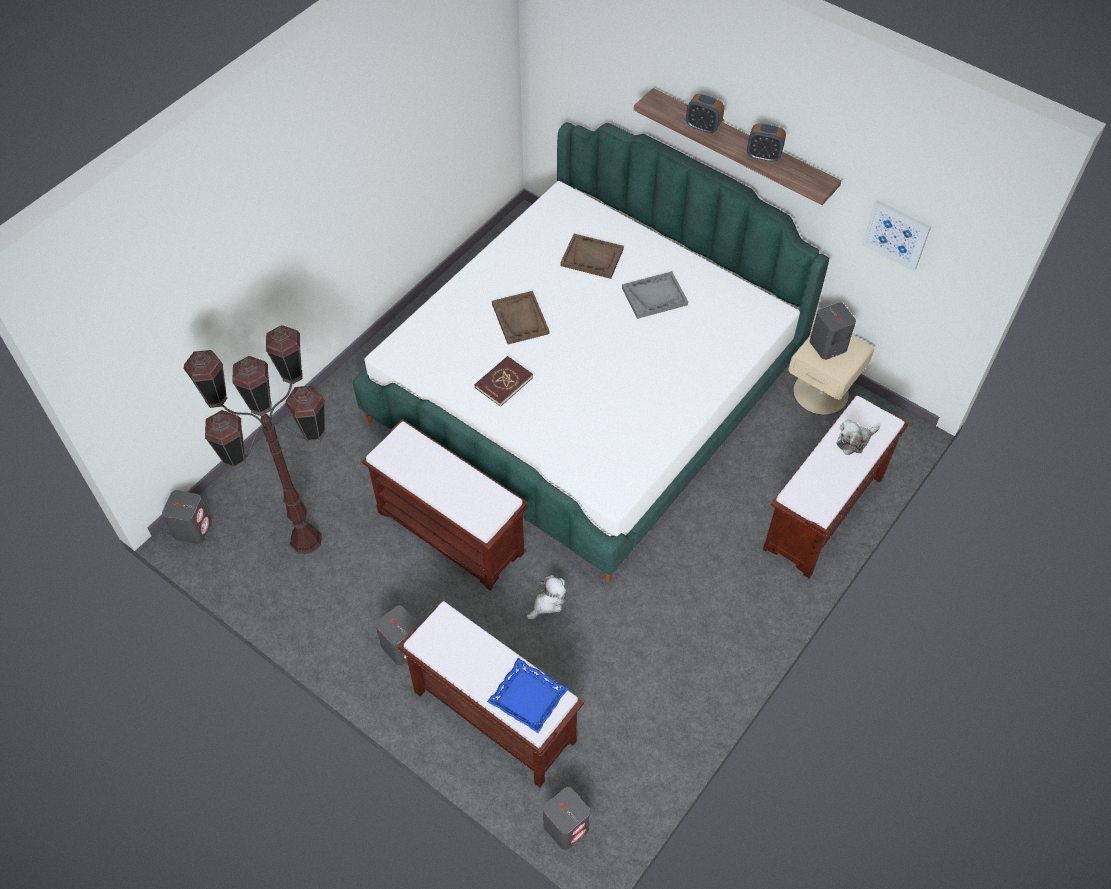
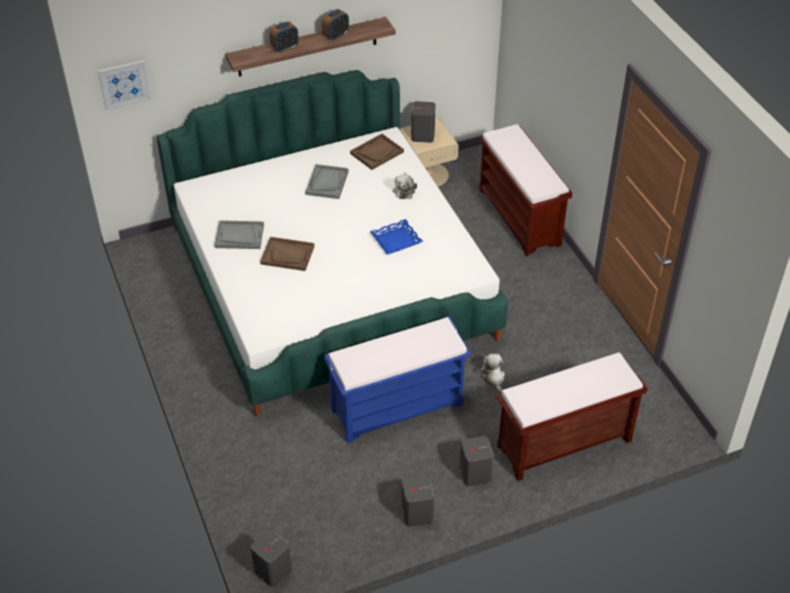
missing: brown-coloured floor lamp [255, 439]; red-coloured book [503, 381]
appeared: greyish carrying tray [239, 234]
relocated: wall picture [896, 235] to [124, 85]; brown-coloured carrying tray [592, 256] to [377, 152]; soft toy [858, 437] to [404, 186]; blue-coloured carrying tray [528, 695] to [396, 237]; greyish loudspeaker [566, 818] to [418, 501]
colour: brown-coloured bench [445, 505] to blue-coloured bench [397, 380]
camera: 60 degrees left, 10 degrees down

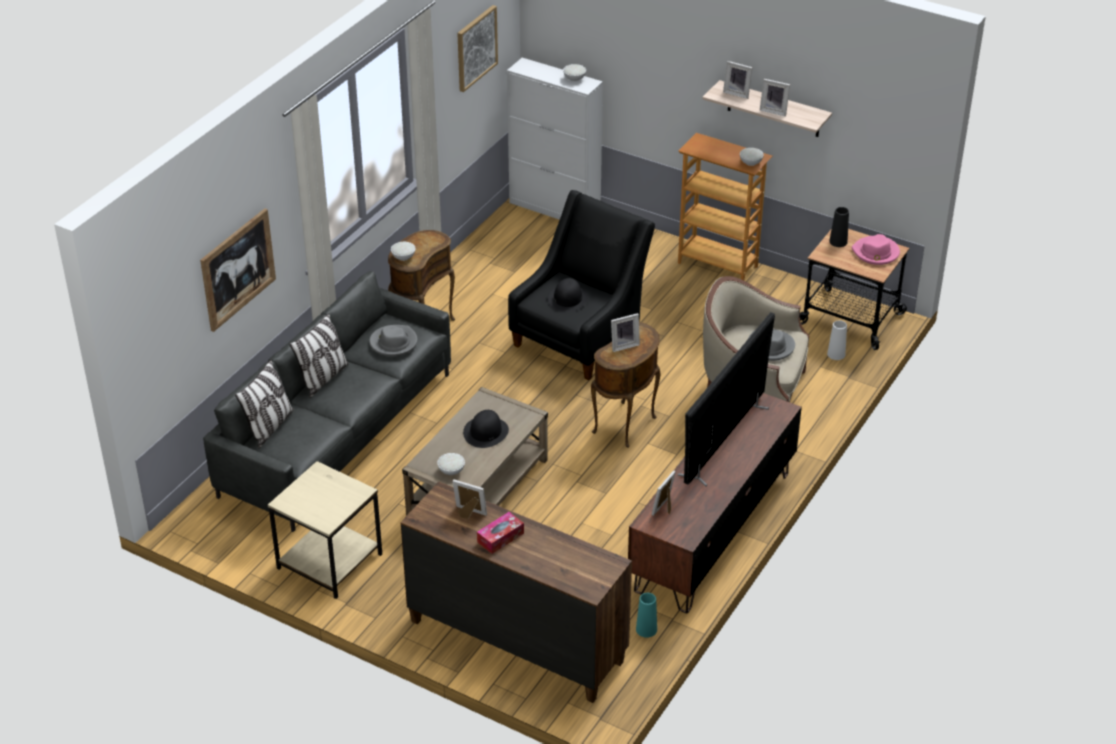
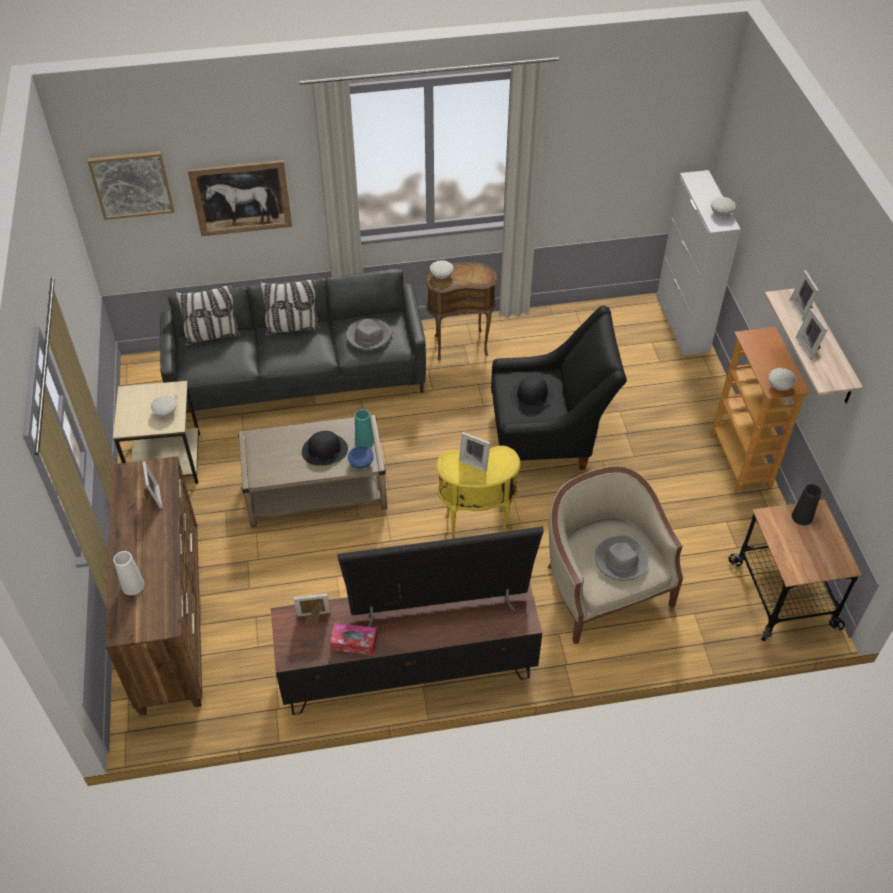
missing: pink-coloured clothing hat [876, 249]
appeared: blue-coloured serving bowl [361, 457]
relocated: wall picture [477, 48] to [130, 185]; white flower vase [837, 340] to [129, 573]; white serving bowl [451, 464] to [163, 406]; tissue holder [500, 533] to [353, 639]; turquoise flower vase [646, 615] to [364, 428]
colour: brown-coloured end table [626, 385] to yellowish end table [478, 492]
camera: 50 degrees right, 10 degrees up

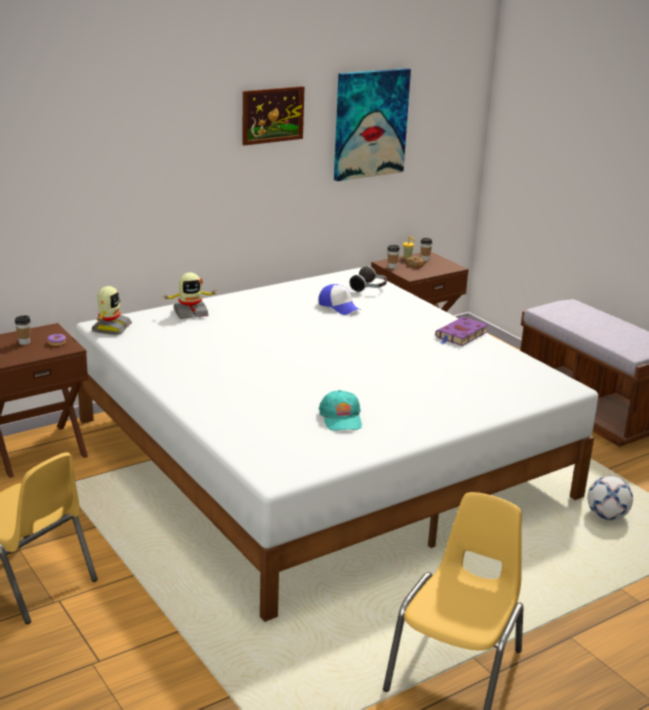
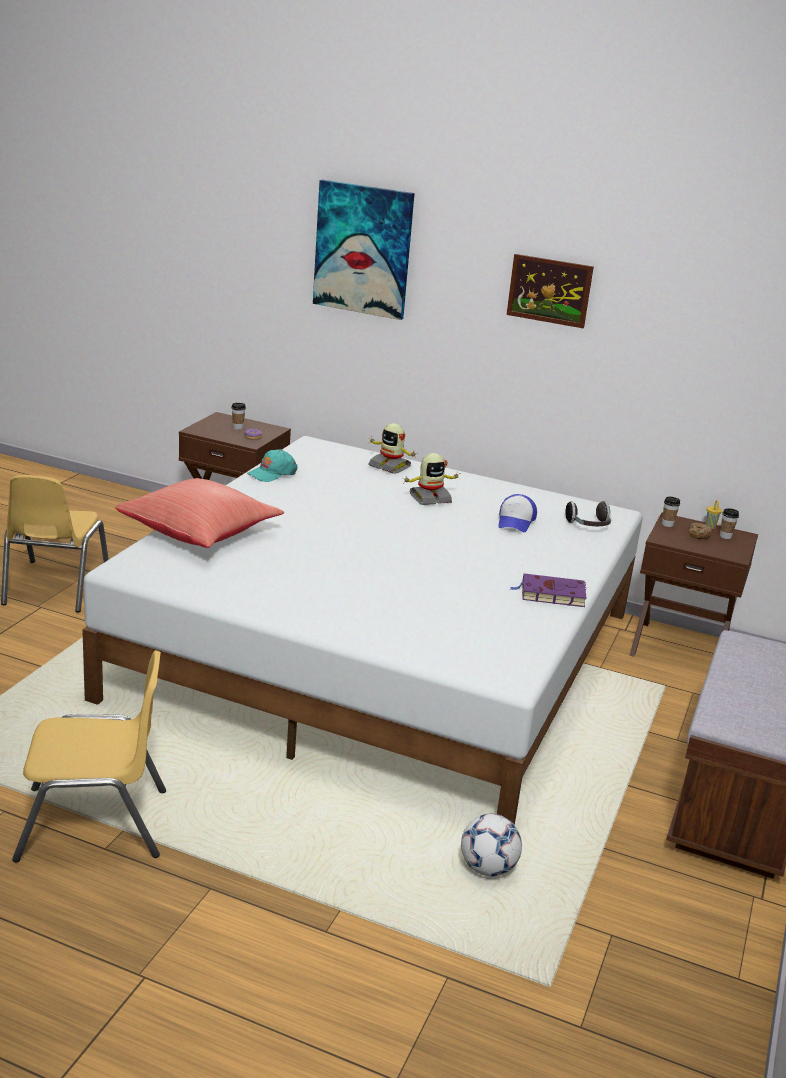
appeared: red-coloured pillow [199, 513]
relocated: wall picture [372, 124] to [364, 250]; model robot [111, 310] to [431, 479]; turquoise cap [340, 410] to [272, 465]
camera: 55 degrees right, 0 degrees up

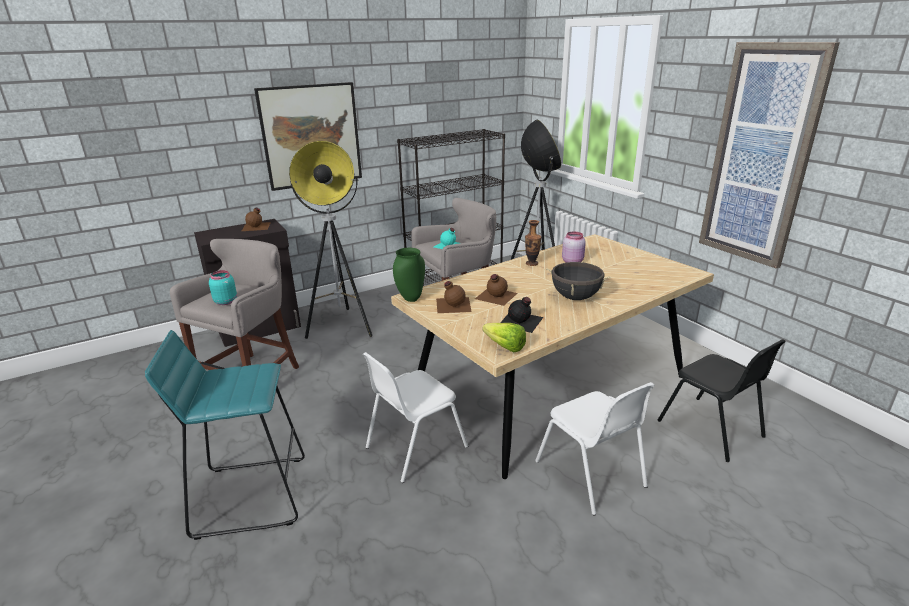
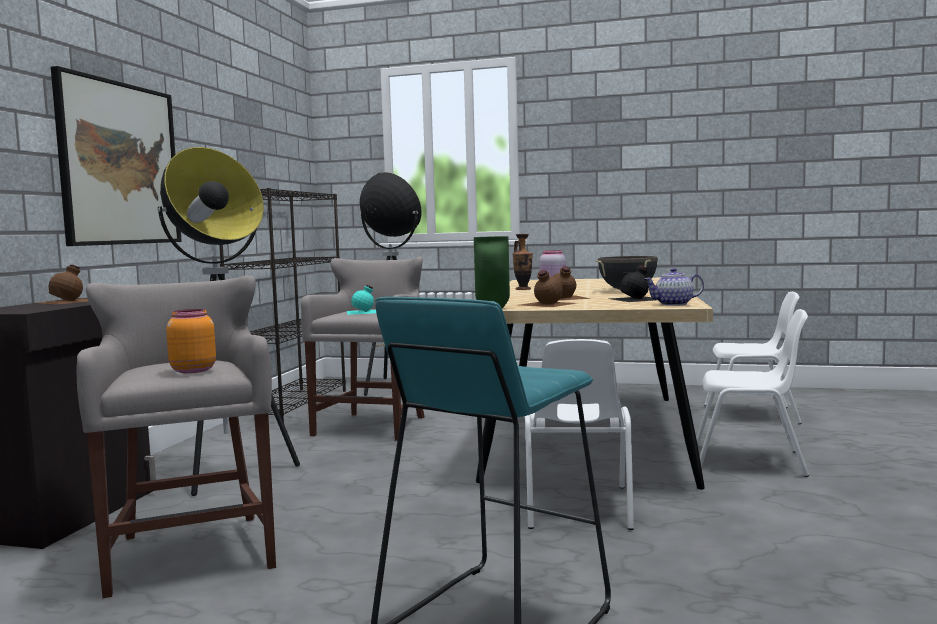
missing: wall picture [769, 155]
exchanged: head of lettuce [504, 337] to tea pot [674, 287]
colour: turquoise preserve jar [223, 287] to orange preserve jar [191, 341]; black upright chair [722, 400] to white upright chair [753, 358]
camera: 45 degrees left, 20 degrees down

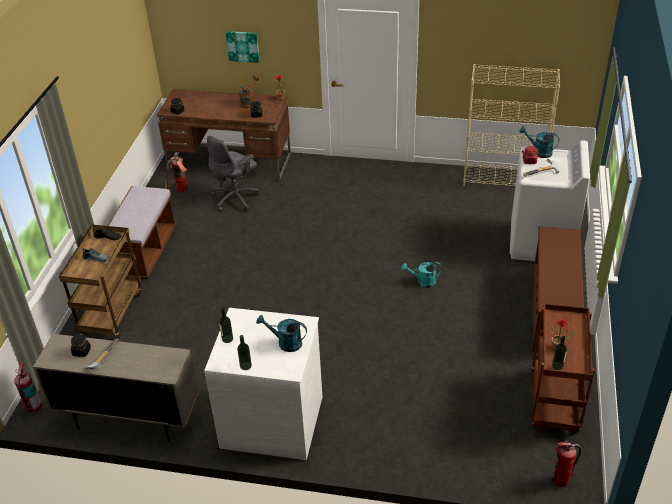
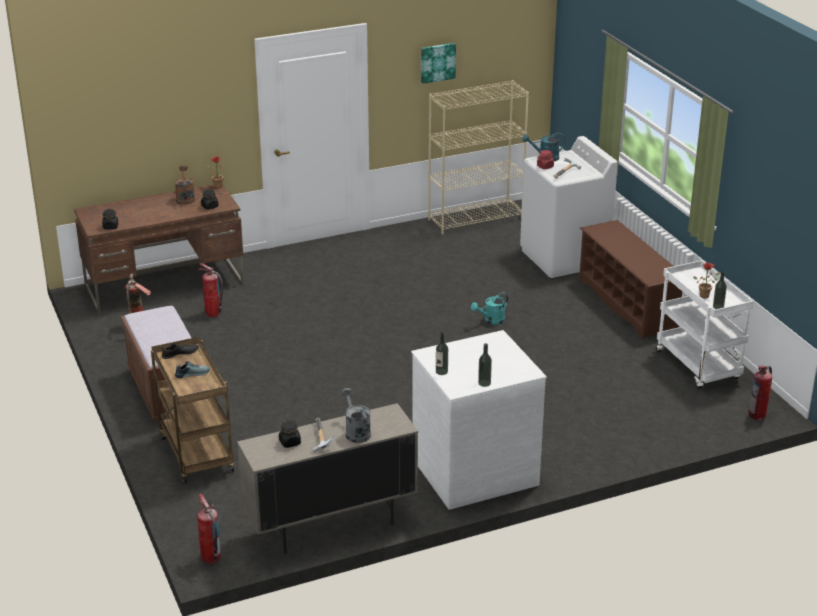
missing: turquoise watering can [281, 333]
appeared: greyish watering can [356, 415]
relocated: wall picture [243, 47] to [438, 63]
exchanged: greyish computer chair [233, 173] to fire-fighting cylinder [210, 290]
colour: brown-coloured cart [563, 367] to white cart [705, 324]
camera: 35 degrees left, 10 degrees down

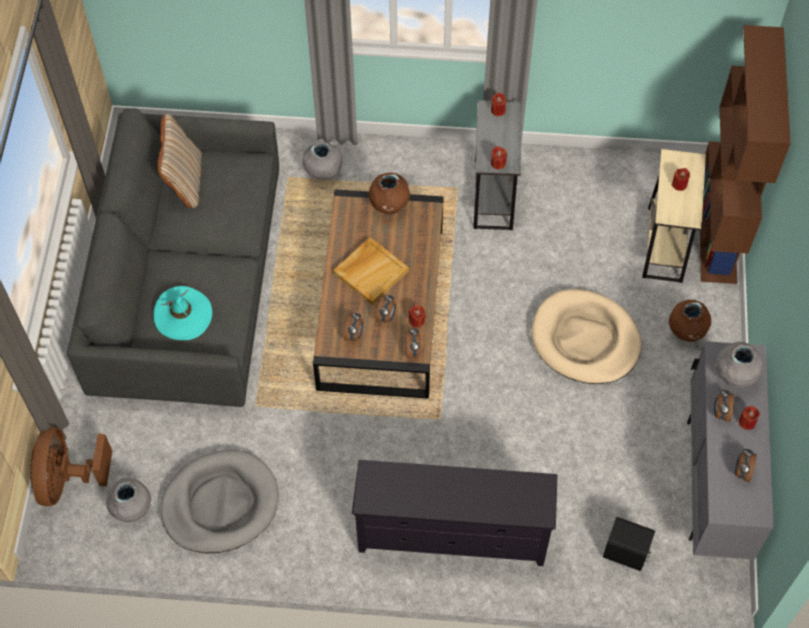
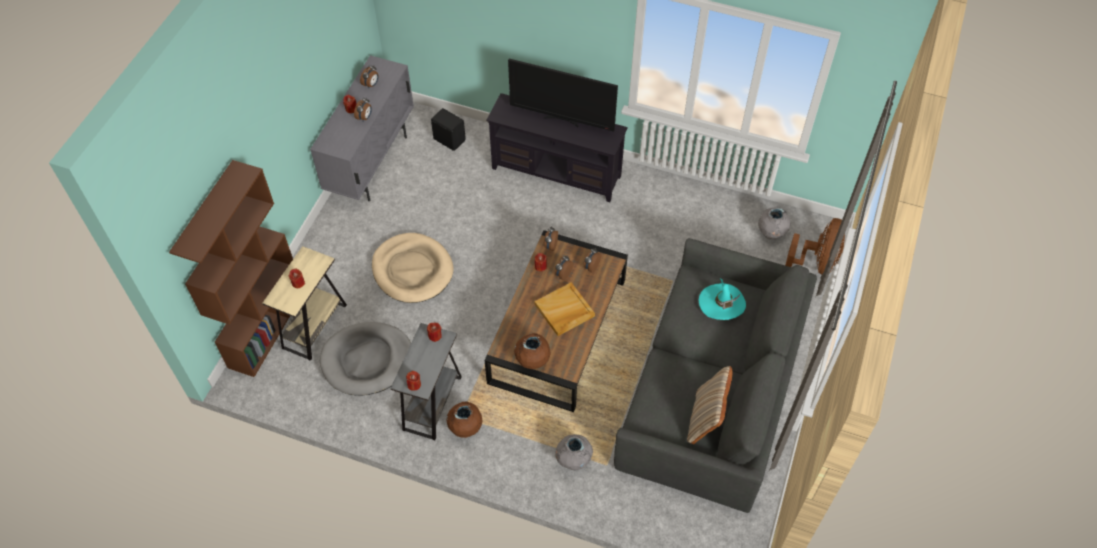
missing: greyish flower vase [739, 365]
appeared: TV set [563, 95]
relocated: brown-coloured flower vase [690, 321] to [464, 420]; greyish dog bed [219, 501] to [365, 358]
camera: 165 degrees left, 5 degrees down

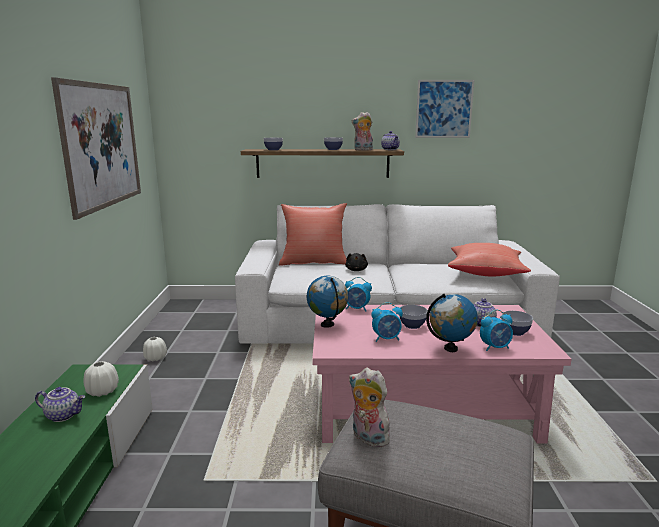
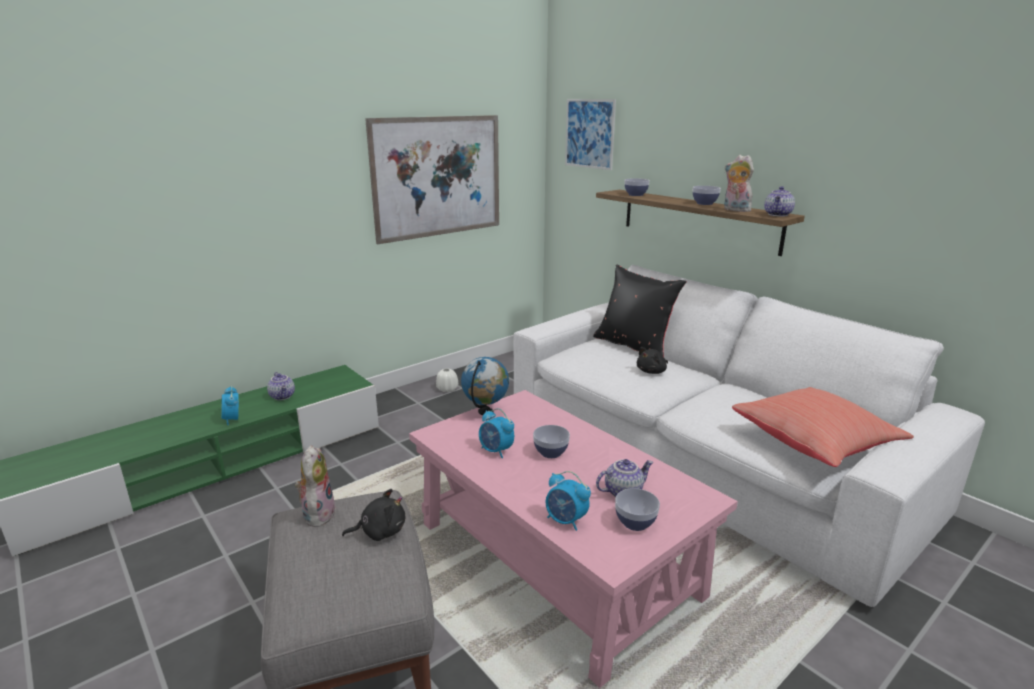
missing: world globe [452, 323]; white flower vase [101, 379]
appeared: black soft toy [373, 515]
relocated: wall picture [444, 109] to [590, 134]; bedside clock [358, 294] to [230, 405]
colour: red-coloured pillow [313, 234] to black pillow [640, 310]
camera: 50 degrees right, 5 degrees up

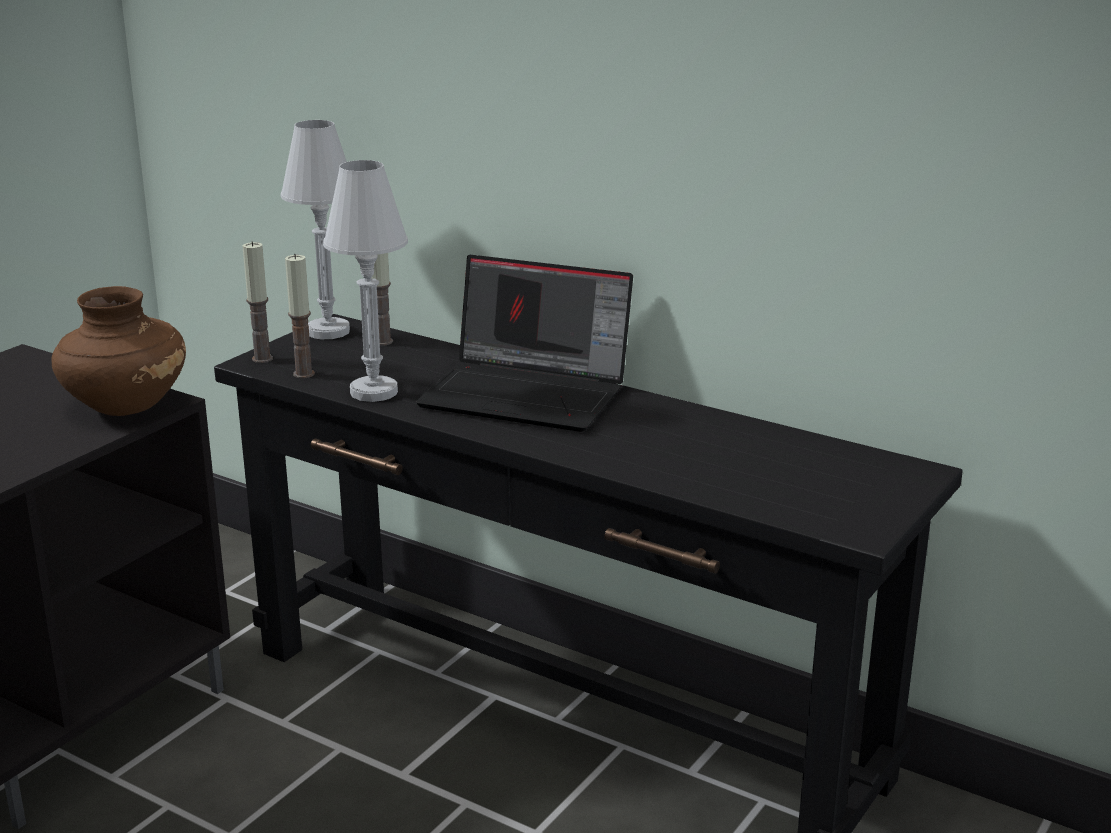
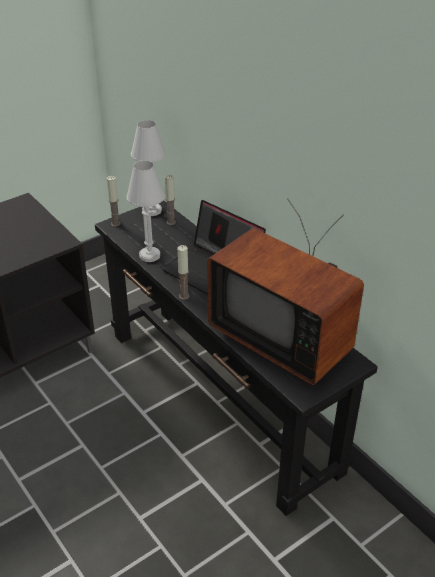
missing: brown-coloured flower vase [119, 351]
appeared: TV set [286, 292]
relocated: wax candle [300, 316] to [183, 272]
camera: 20 degrees right, 15 degrees up

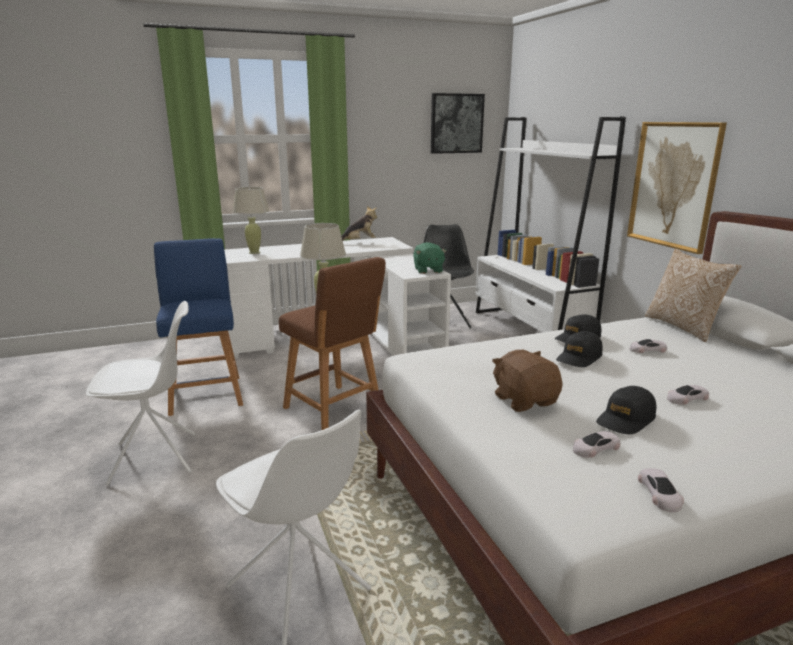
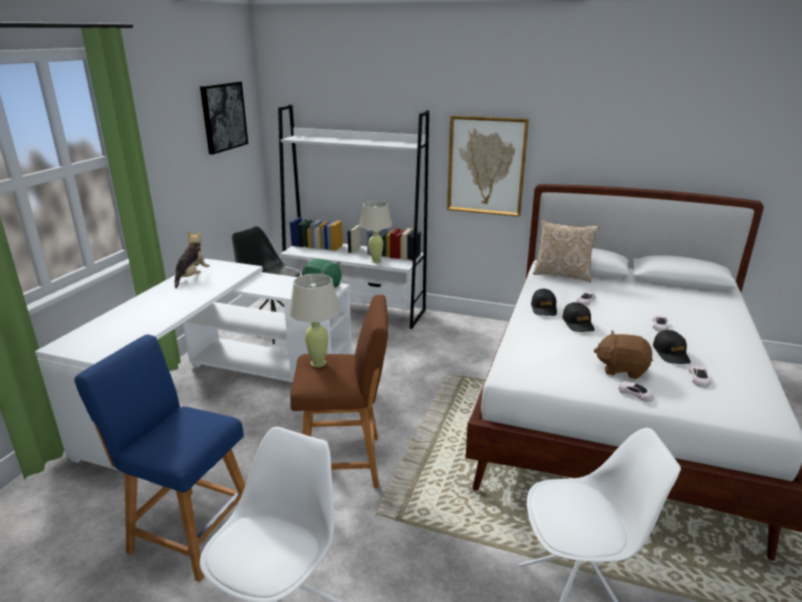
relocated: sand-coloured table lamp [251, 220] to [375, 232]; white model car [661, 490] to [636, 391]
camera: 50 degrees left, 5 degrees up

